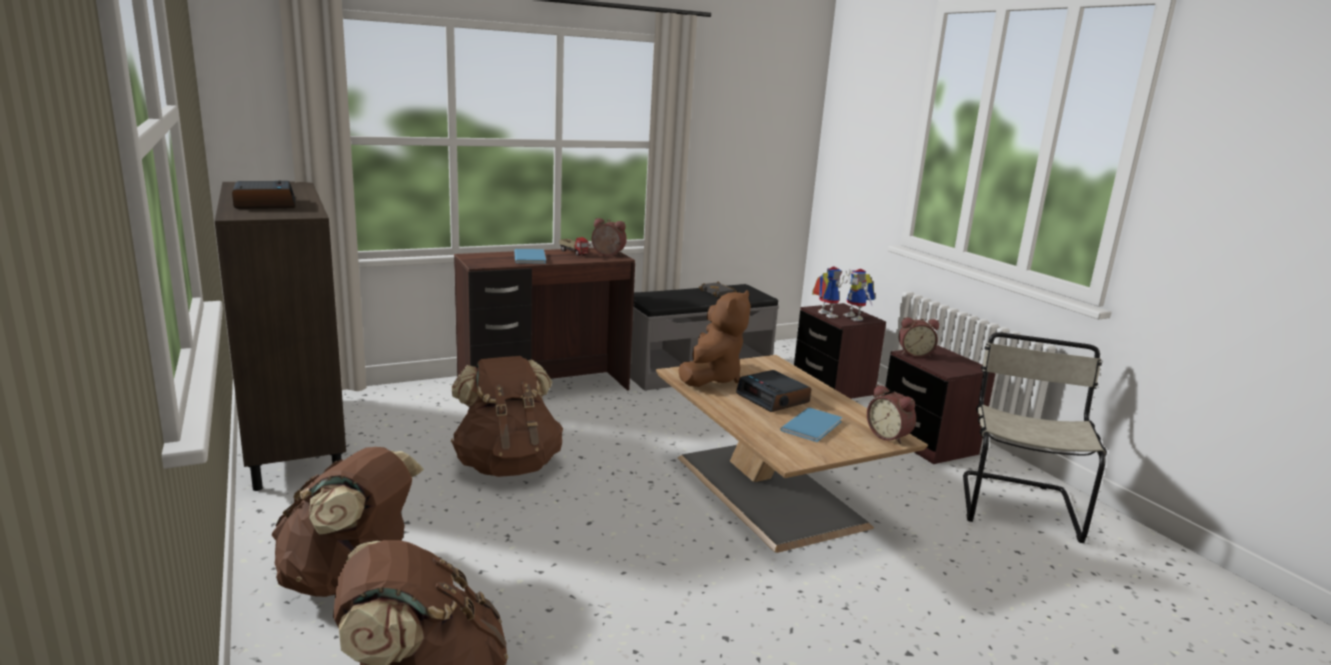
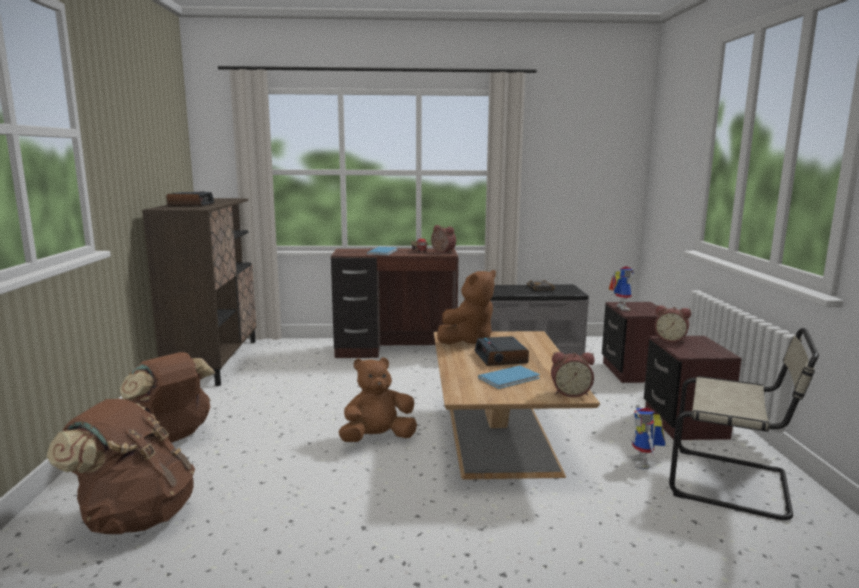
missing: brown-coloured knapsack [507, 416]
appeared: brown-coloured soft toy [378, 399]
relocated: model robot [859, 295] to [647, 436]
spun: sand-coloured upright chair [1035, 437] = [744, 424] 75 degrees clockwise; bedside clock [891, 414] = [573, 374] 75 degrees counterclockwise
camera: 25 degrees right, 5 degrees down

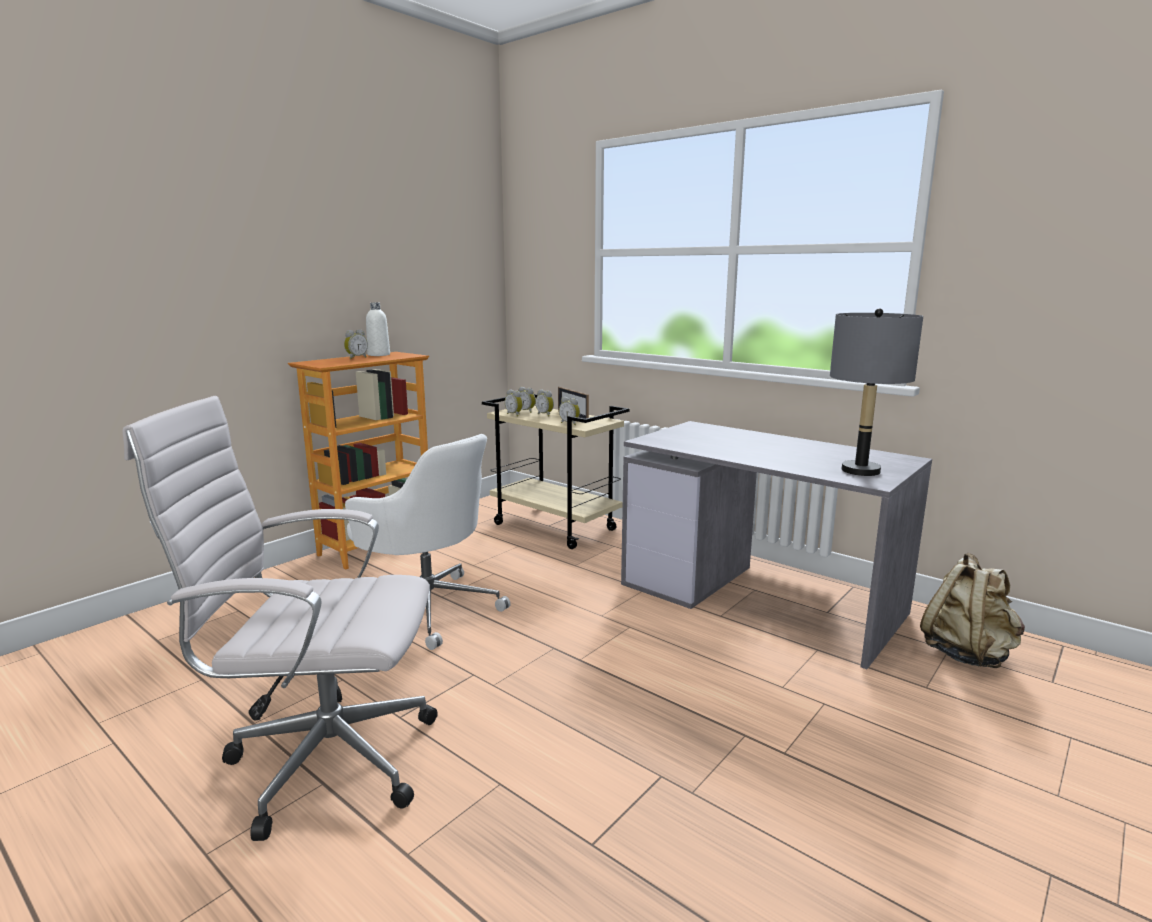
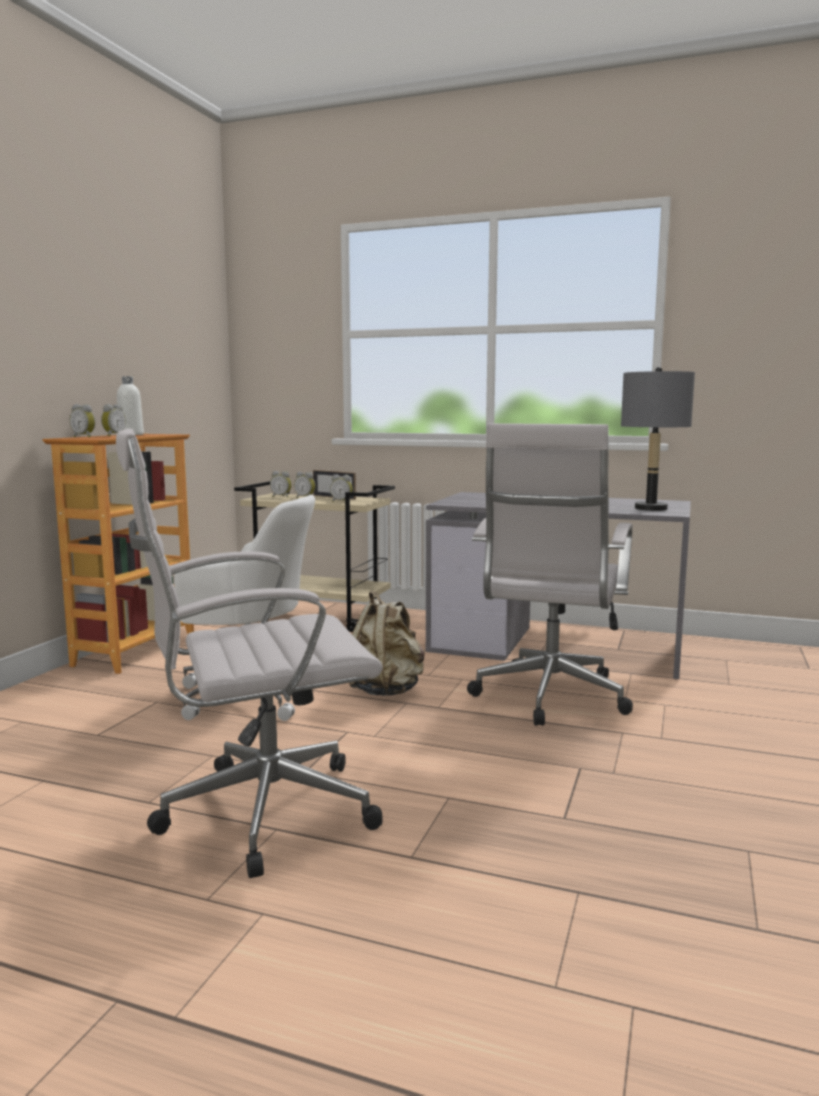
appeared: white computer chair [550, 574]
relocated: bedside clock [514, 402] to [83, 420]; sand-coloured knapsack [972, 610] to [387, 643]
camera: 20 degrees left, 5 degrees down

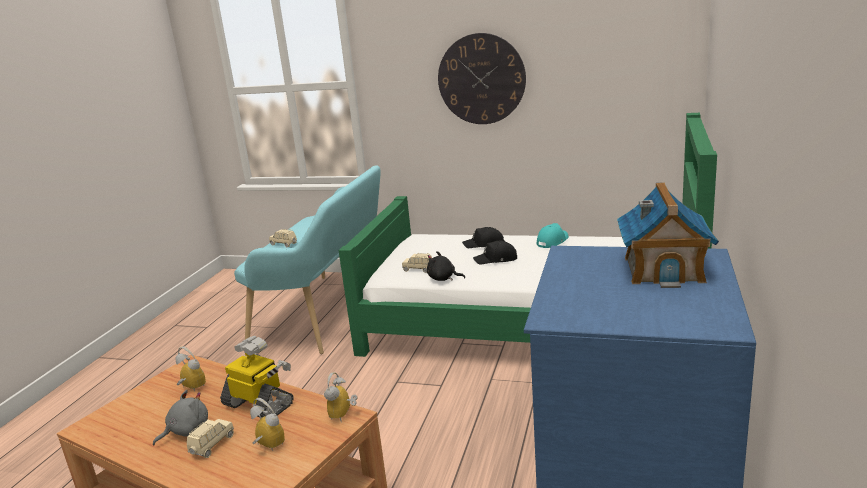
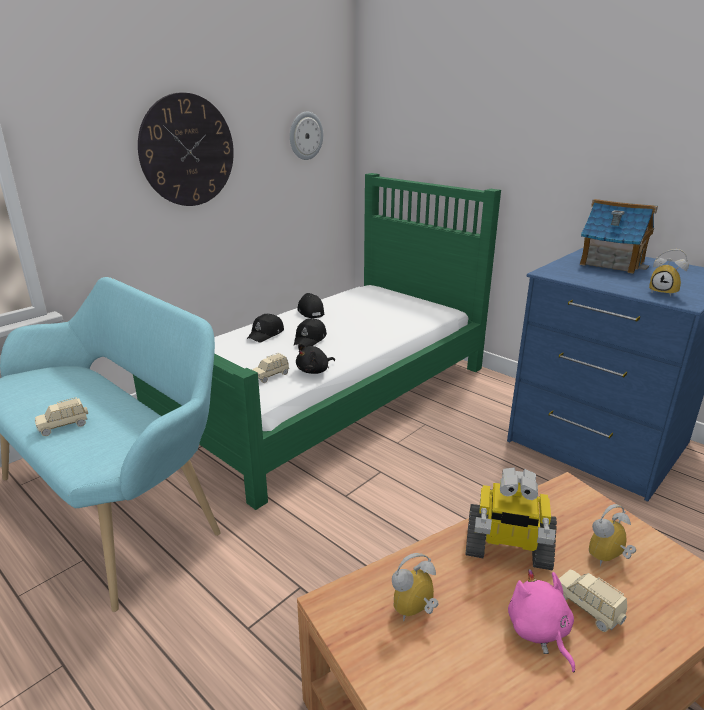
appeared: hanging clock [306, 135]
relocated: bedside clock [341, 397] to [669, 273]
colour: turquoise cap [553, 235] to black cap [310, 305]; greyish soft toy [180, 417] to pink-coloured soft toy [541, 620]
spun: model robot [257, 376] = [511, 518] 135 degrees counterclockwise
camera: 65 degrees left, 5 degrees up

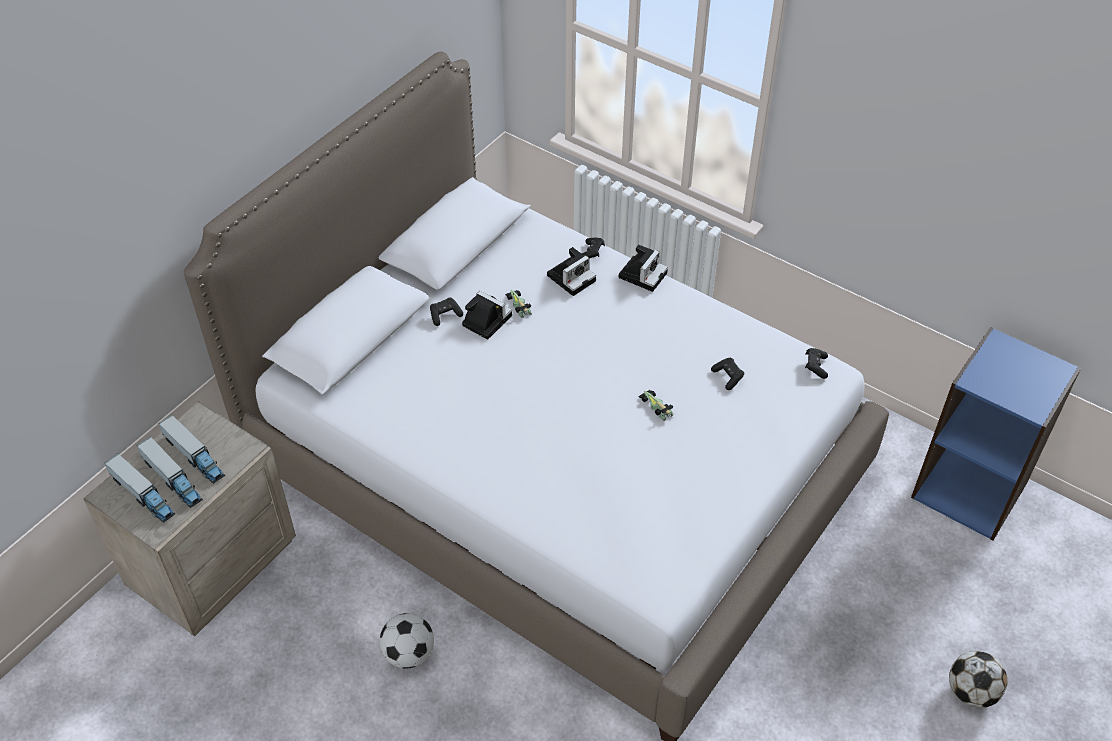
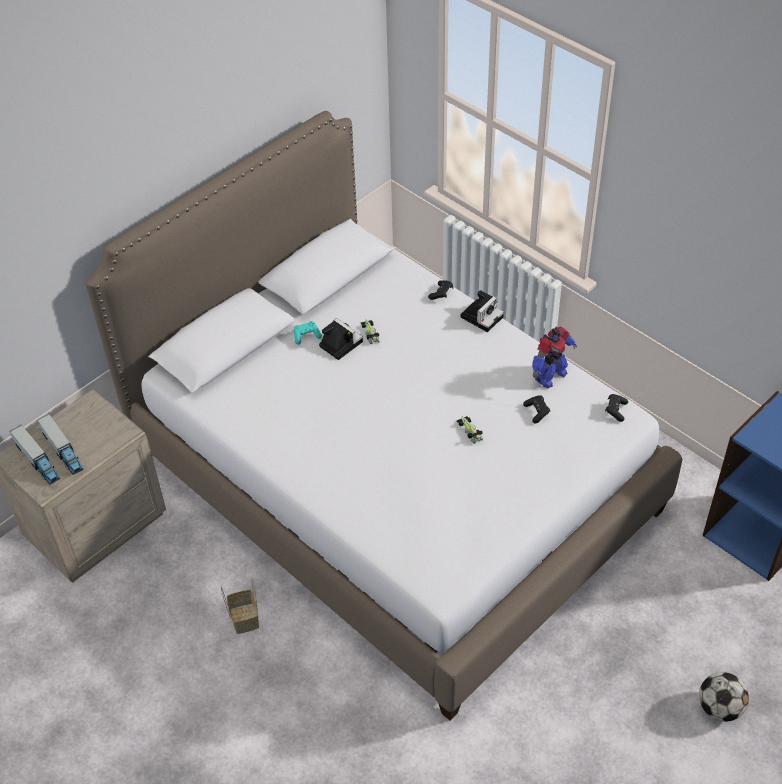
missing: photo camera [571, 271]; toy lorry [191, 449]
appeared: model robot [554, 357]
exchanged: football ball [407, 641] to basket [240, 606]
colour: black game controller [446, 311] to turquoise game controller [308, 333]
camera: 10 degrees right, 0 degrees up

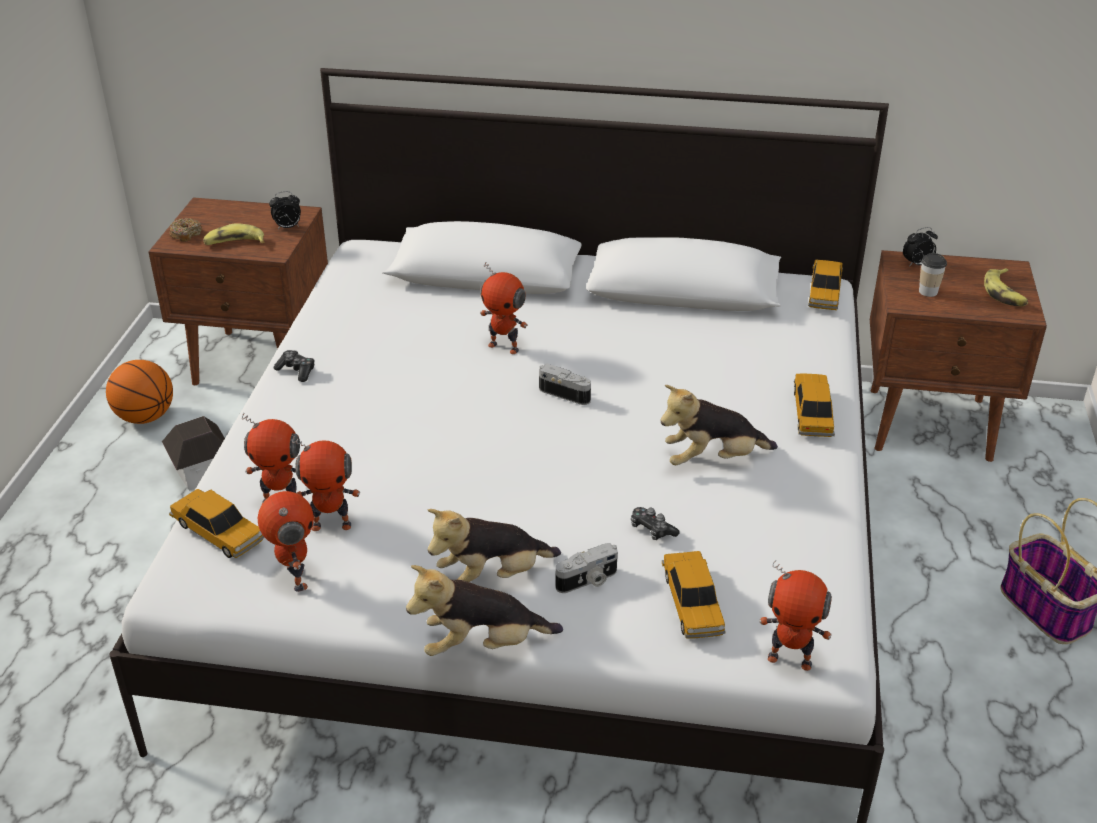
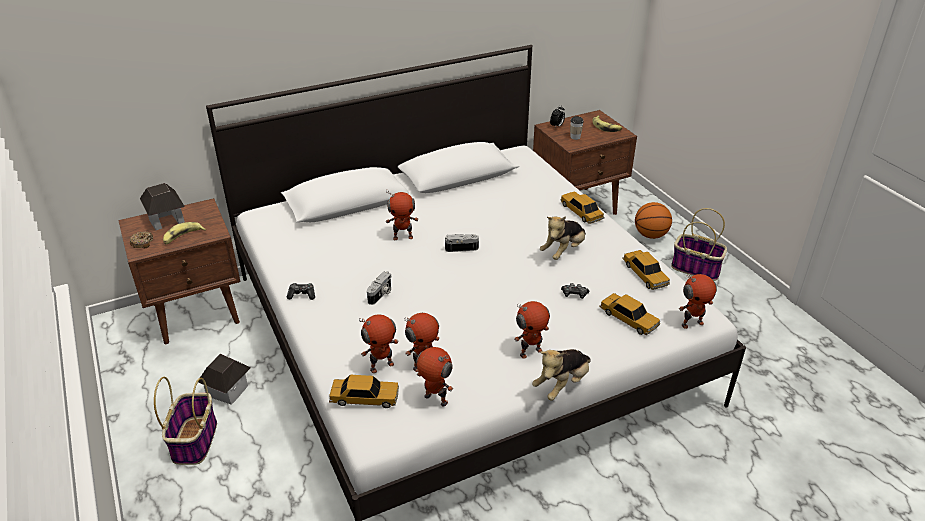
missing: bedside clock [285, 210]
appeared: miniature house [162, 206]; basket [185, 421]
relocated: model car [825, 285] to [646, 270]; basketball [139, 392] to [653, 220]; photo camera [587, 568] to [379, 288]
exchanged: soft toy [494, 545] to model robot [532, 330]
camera: 35 degrees left, 0 degrees up

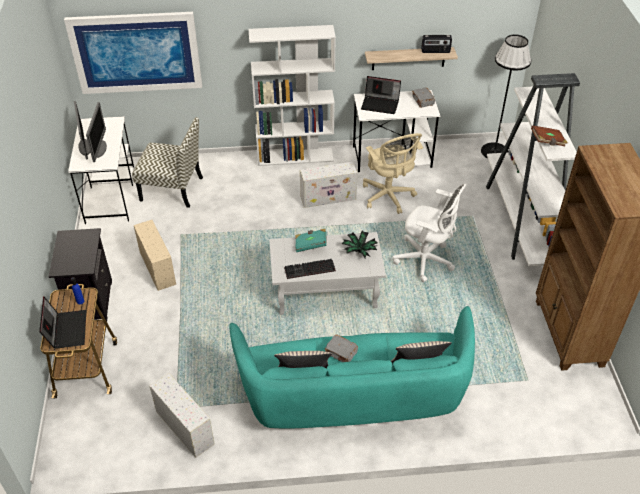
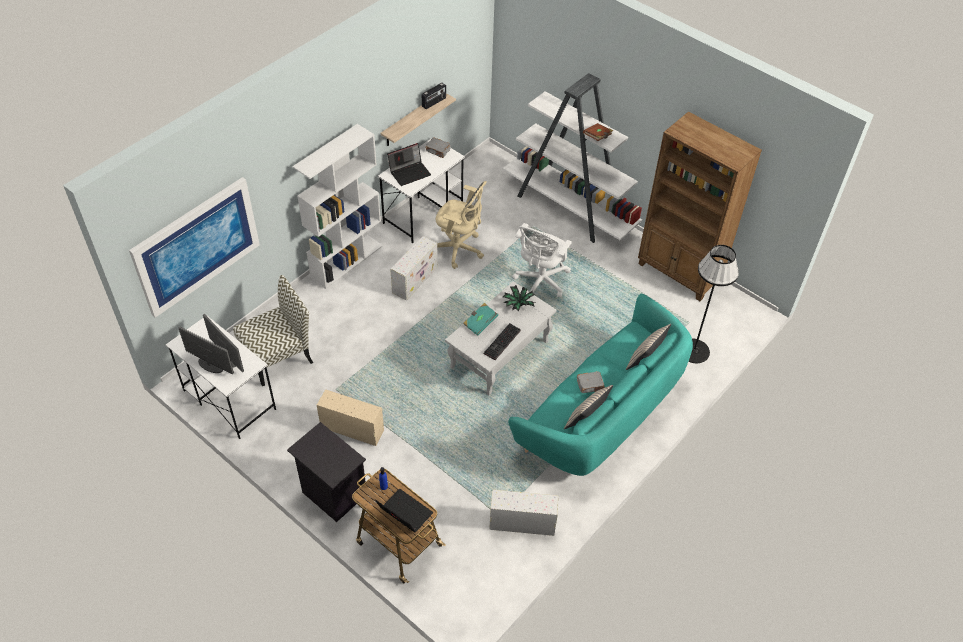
relocated: black floor lamp [506, 96] to [713, 304]
spun: white computer chair [429, 233] = [542, 260] 135 degrees clockwise
camera: 45 degrees left, 5 degrees up

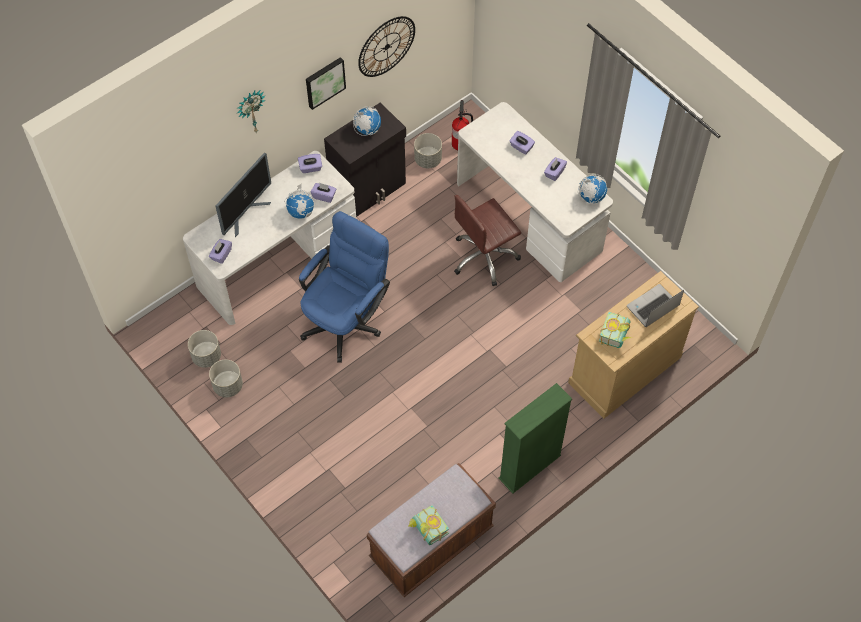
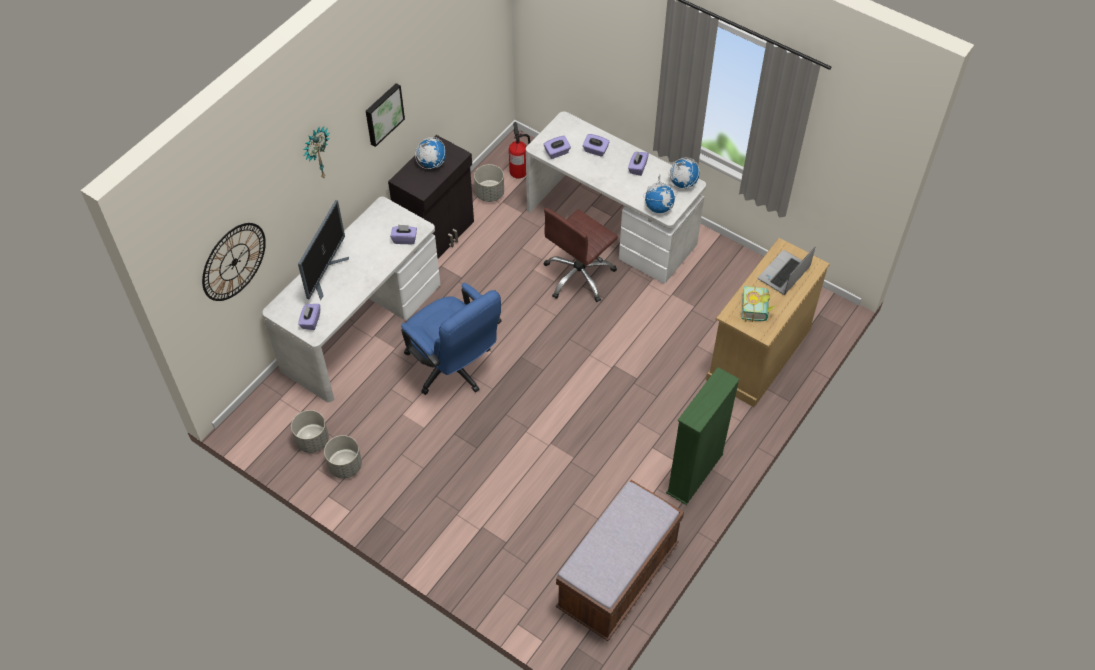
missing: book [429, 525]
relocated: hanging clock [386, 46] to [234, 262]; purplish tissue holder [310, 163] to [557, 147]; world globe [300, 201] to [659, 194]
spun: blue-coloured computer chair [344, 287] = [451, 339] 120 degrees clockwise
camera: 15 degrees left, 5 degrees down

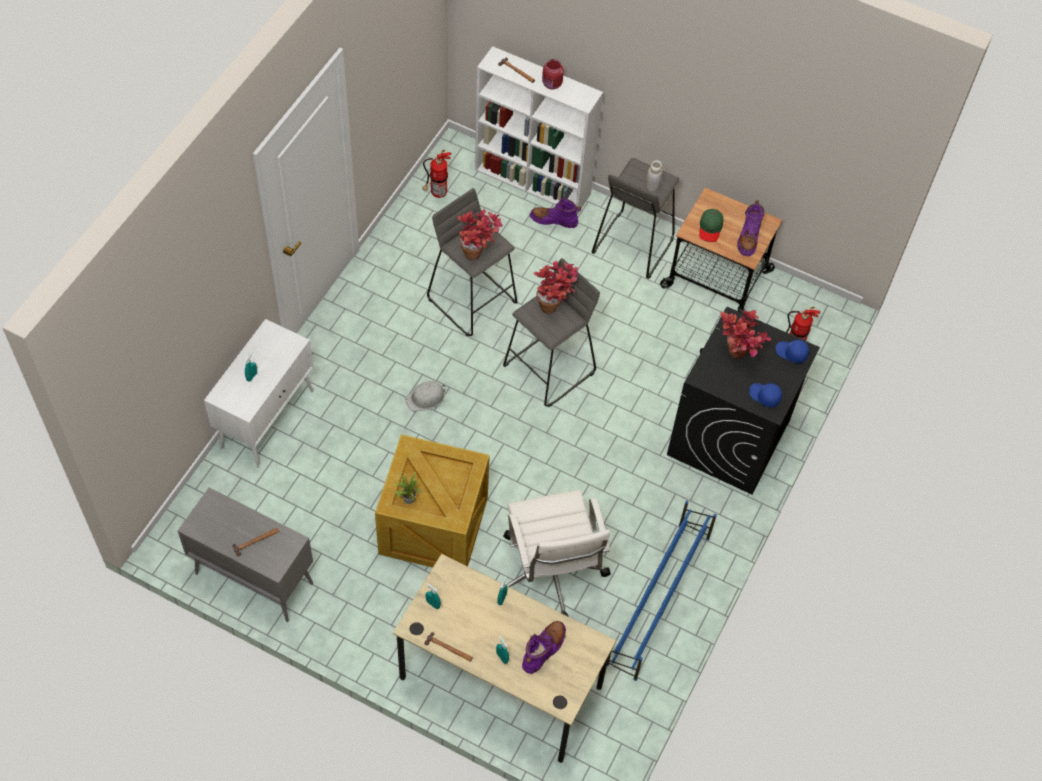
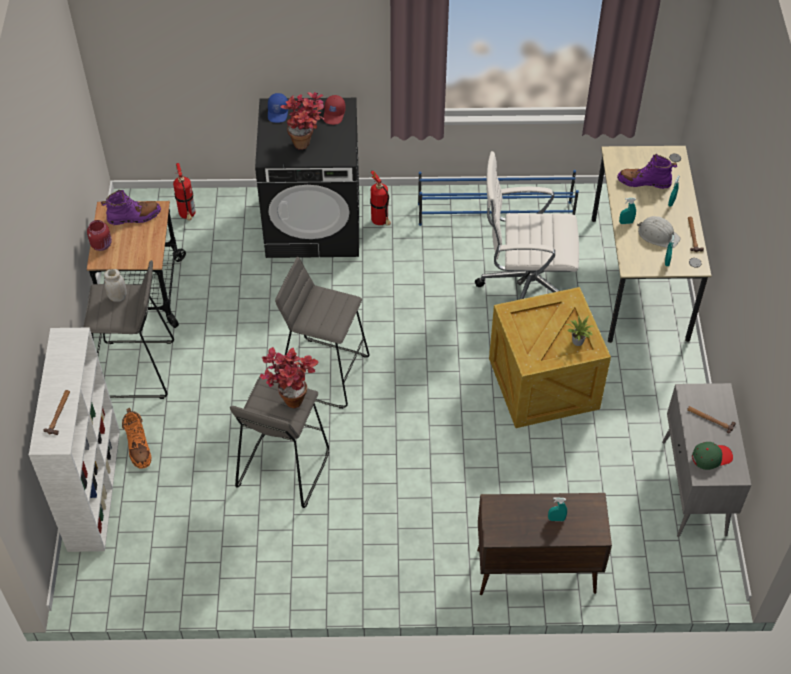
missing: houseplant [556, 287]
relocated: red-coloured preserve jar [553, 74] to [99, 235]; fire-fighting cylinder [437, 174] to [380, 198]; green-coloured cap [711, 225] to [712, 456]; white work helmet [425, 396] to [658, 232]
colour: purplish boot [555, 212] to orange boot [137, 438]; white cupboard [258, 393] to brown-coloured cupboard [544, 544]; blue-coloured cap [765, 395] to red-coloured cap [334, 110]
spun: white computer chair [557, 553] = [527, 225] 135 degrees counterclockwise
camera: 115 degrees left, 5 degrees down

